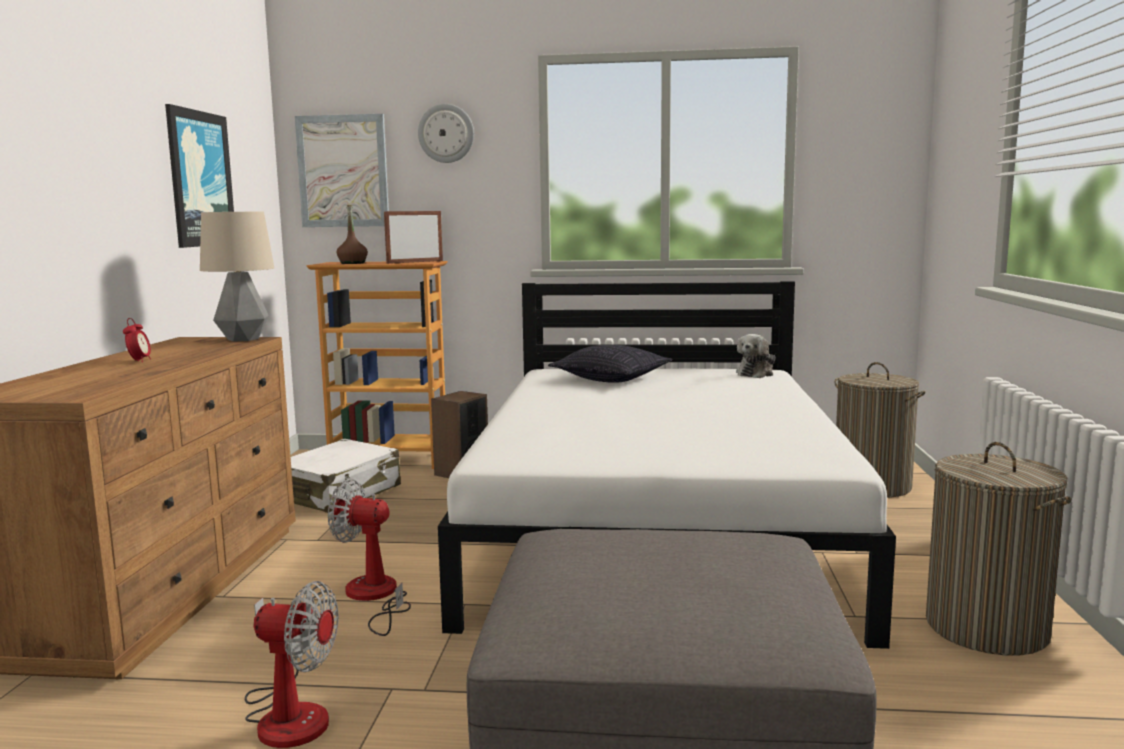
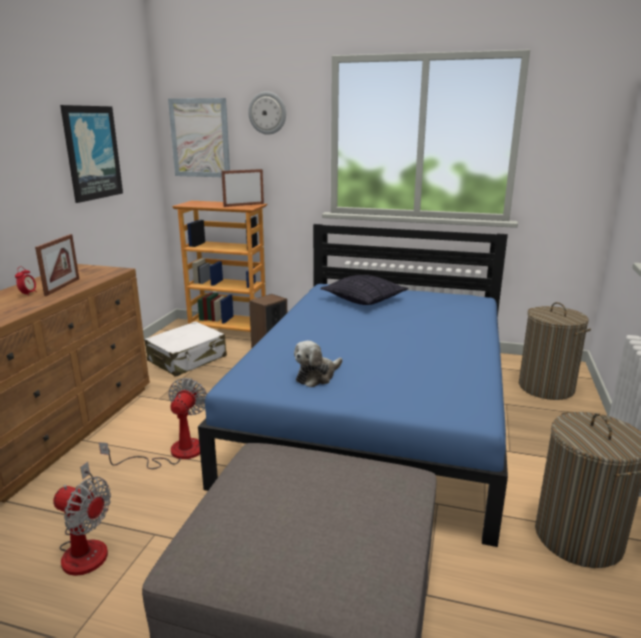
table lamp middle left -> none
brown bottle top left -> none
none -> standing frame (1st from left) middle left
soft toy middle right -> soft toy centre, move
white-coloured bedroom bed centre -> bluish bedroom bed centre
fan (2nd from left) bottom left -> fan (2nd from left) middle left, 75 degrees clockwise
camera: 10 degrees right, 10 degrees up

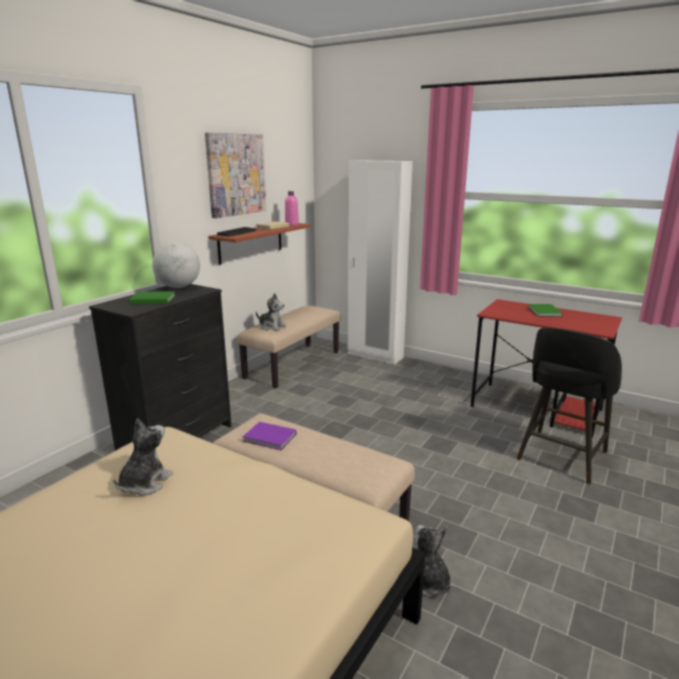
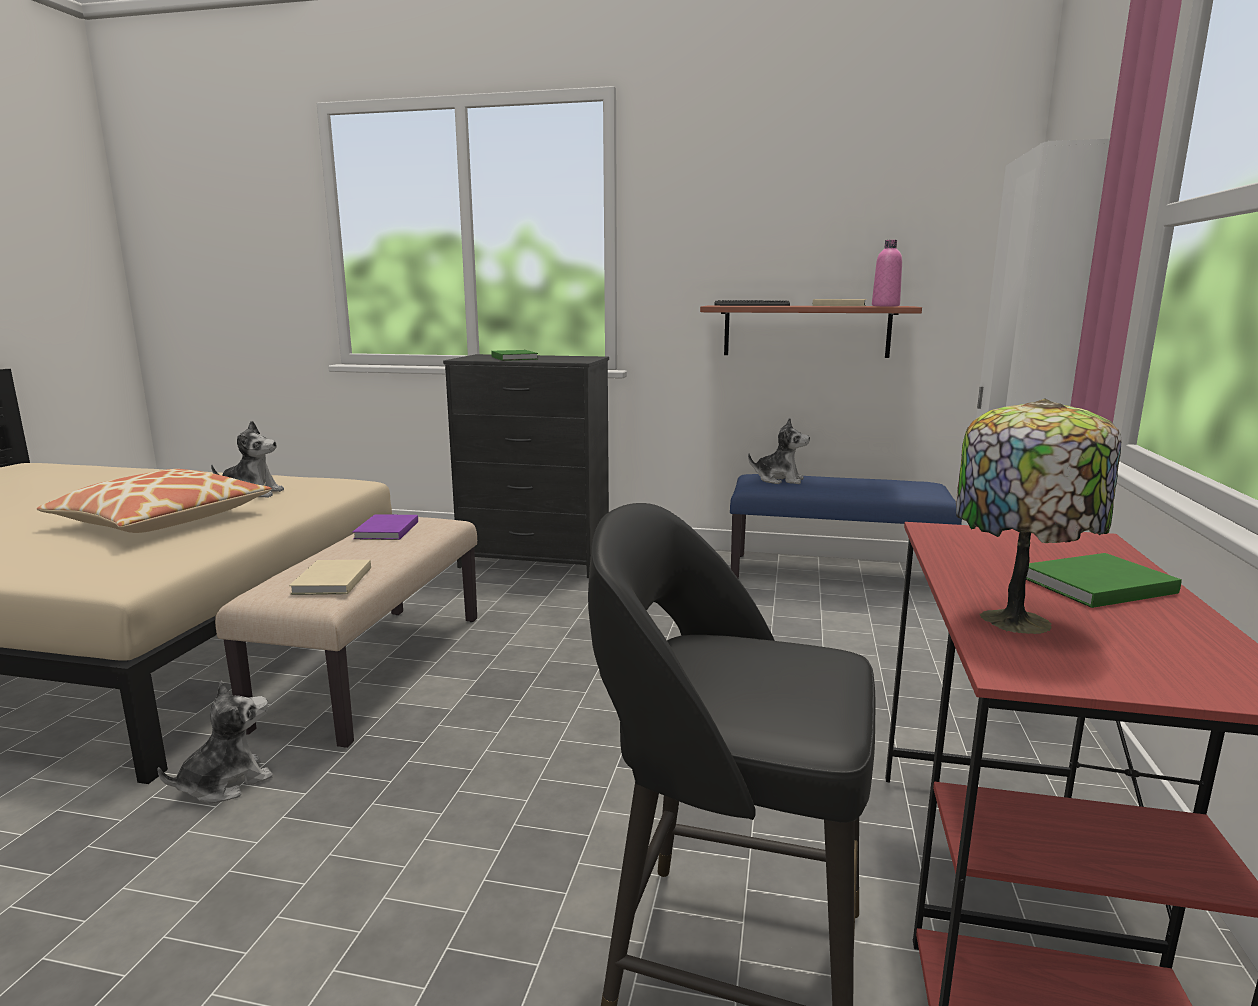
desk globe middle left -> none
wall picture top centre -> none
none -> pillow middle left
none -> sand-coloured volume (1st from left) middle left
none -> table lamp middle right
sand-coloured indoor bench (1st from left) centre -> bluish indoor bench middle right
soft toy (2nd from left in the first image) centre -> soft toy (3rd from left) centre, 75 degrees counterclockwise
camera: 70 degrees right, 5 degrees down

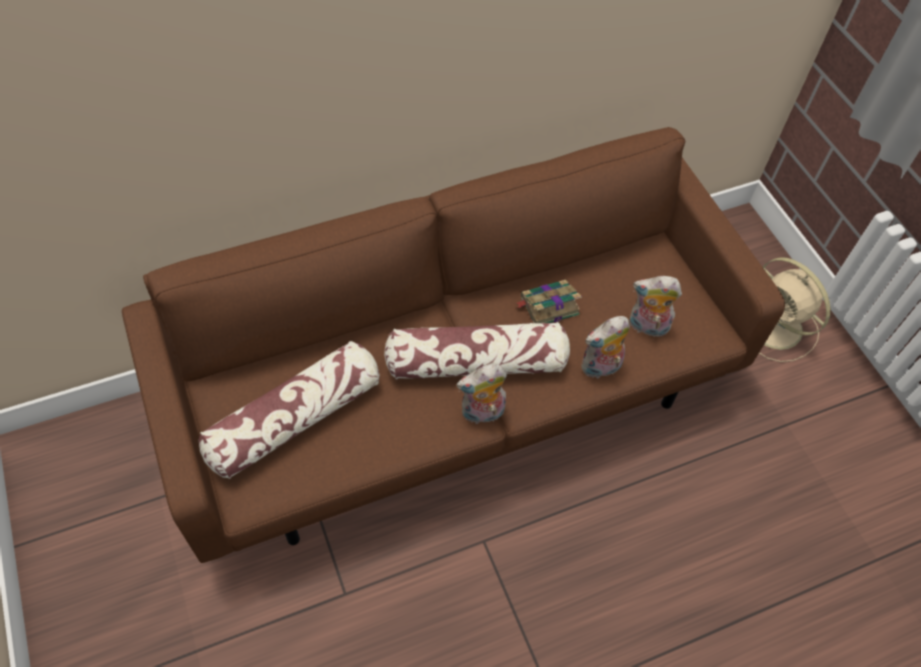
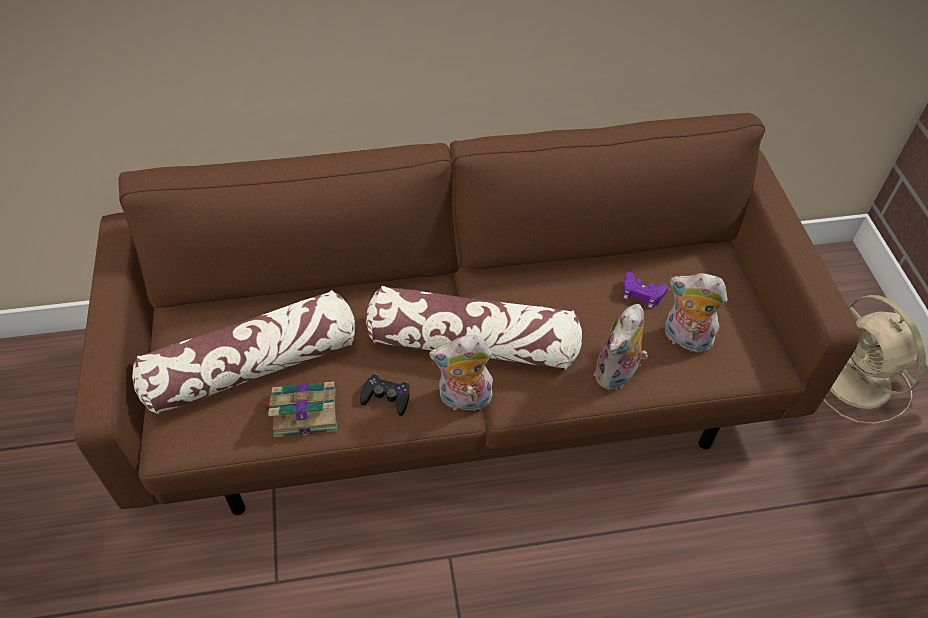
none -> black game controller centre
none -> purple game controller middle right
volume centre -> volume middle left, move
soft toy (2nd from left) centre -> soft toy (2nd from left) middle right, 45 degrees counterclockwise
camera: 15 degrees right, 5 degrees down

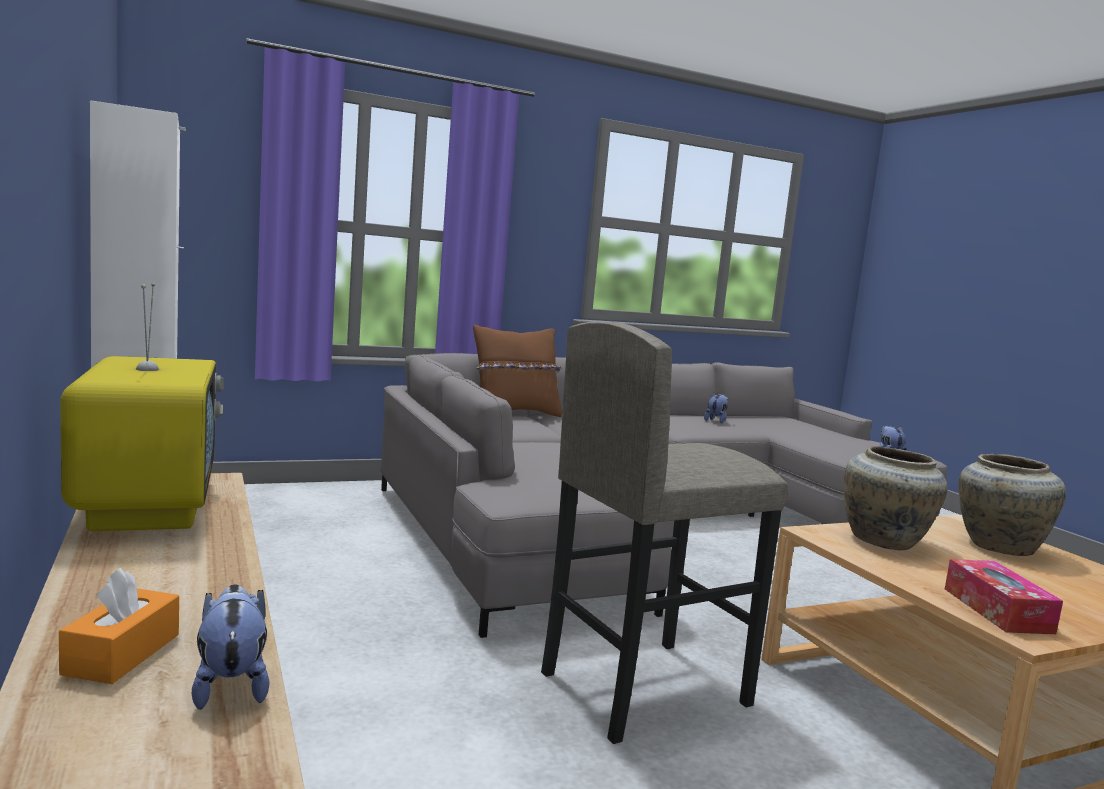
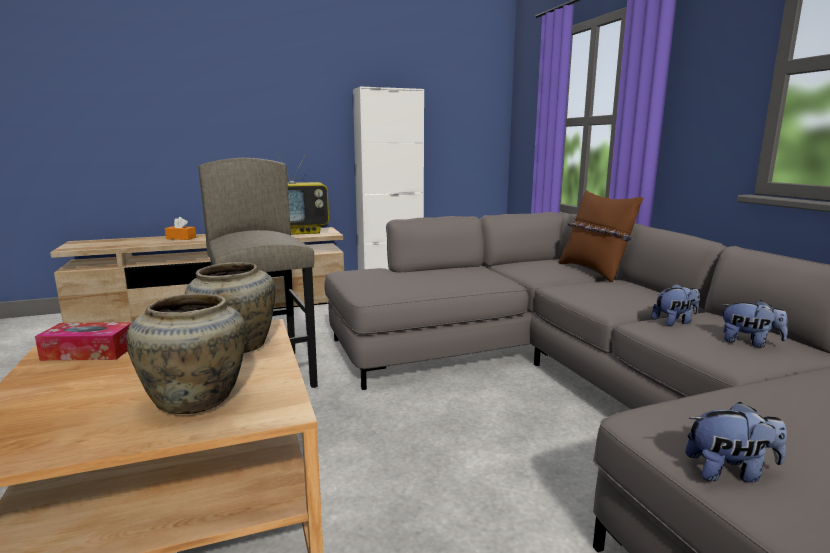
soft toy (1st from left) bottom left -> soft toy (1st from left) middle right, move
camera: 95 degrees right, 5 degrees up

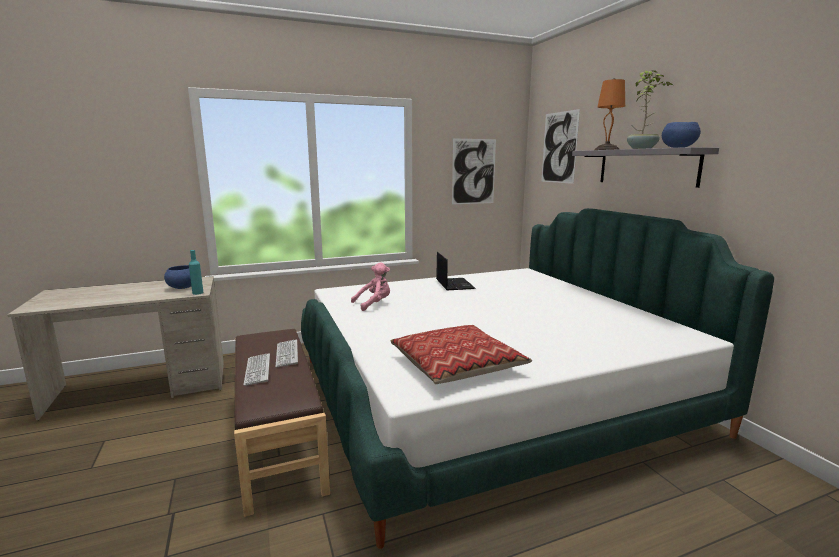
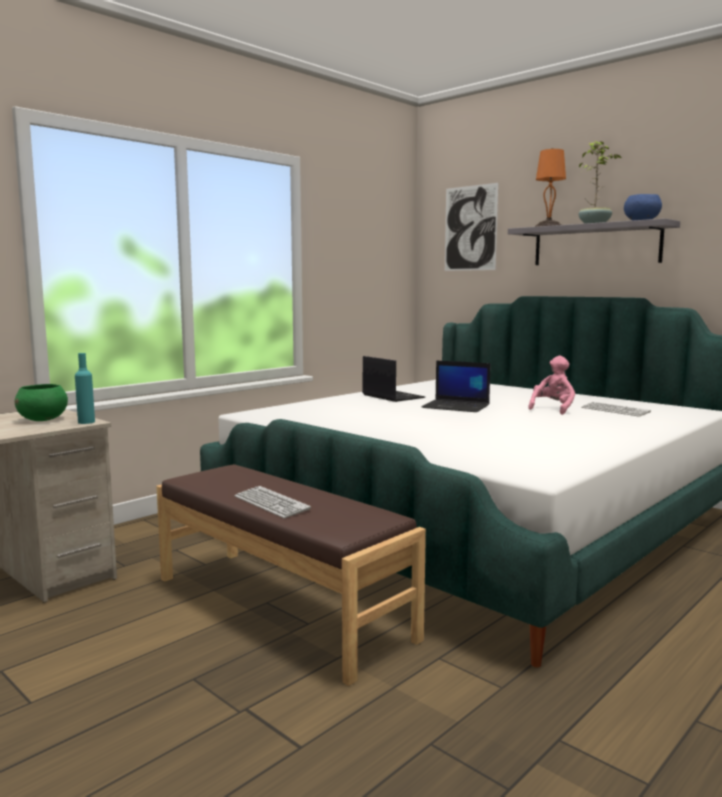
pillow centre -> none
wall picture (1st from left) top centre -> none
none -> portable computer (2nd from left) centre
PC keyboard (2nd from left) centre -> PC keyboard (2nd from left) middle right, move
pink soft toy centre -> pink soft toy middle right, move
bluish serving bowl (1st from left) middle left -> greenish serving bowl middle left
camera: 25 degrees left, 5 degrees down

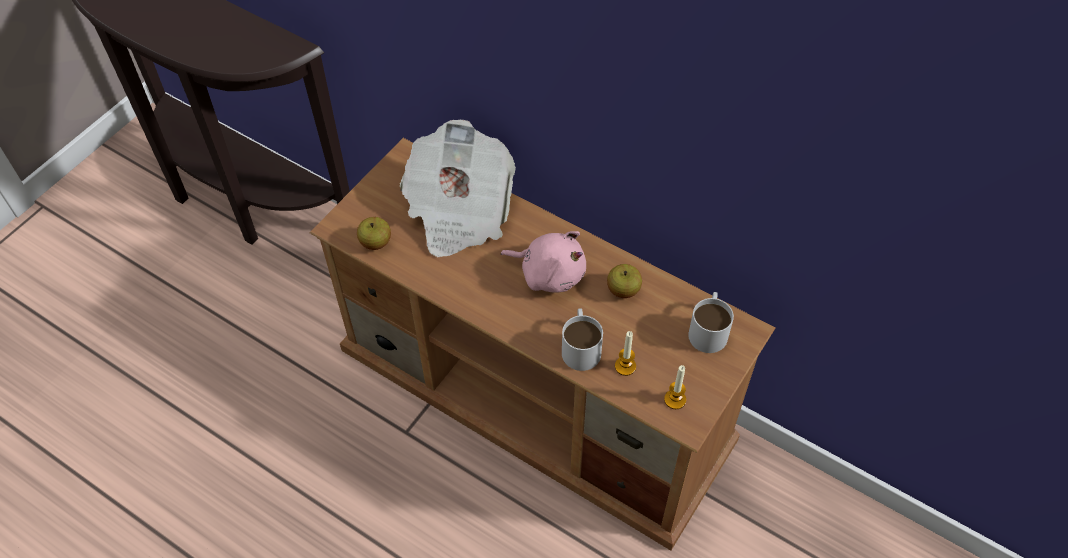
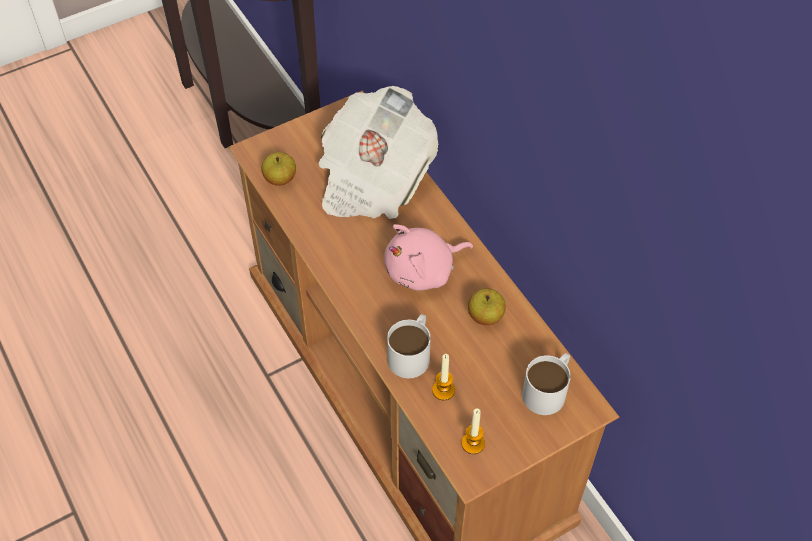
pink soft toy centre, 105 degrees clockwise
camera: 25 degrees right, 0 degrees up

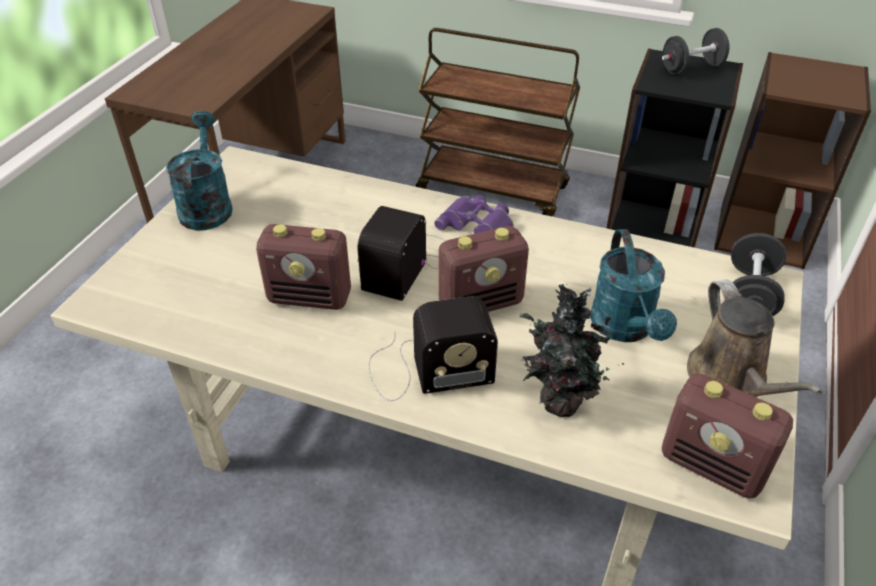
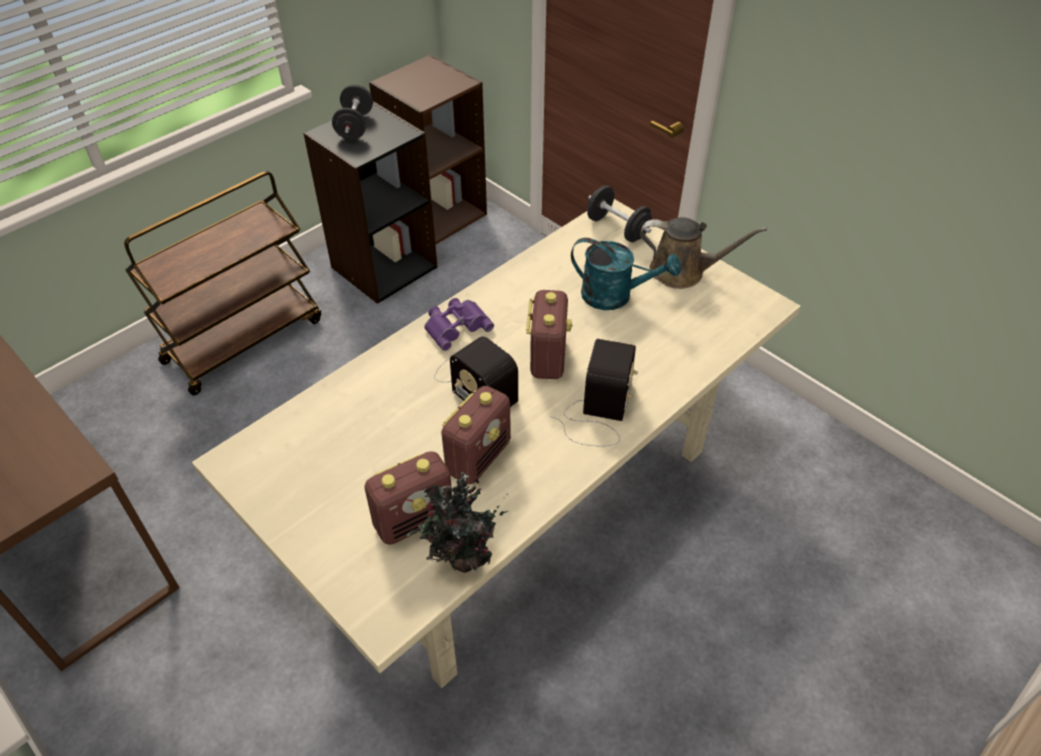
turquoise watering can (1st from left) top left -> none
potted plant centre -> potted plant bottom centre, move
radio set (5th from left in the first image) bottom right -> radio set (1st from left) centre, move
camera: 65 degrees left, 5 degrees up

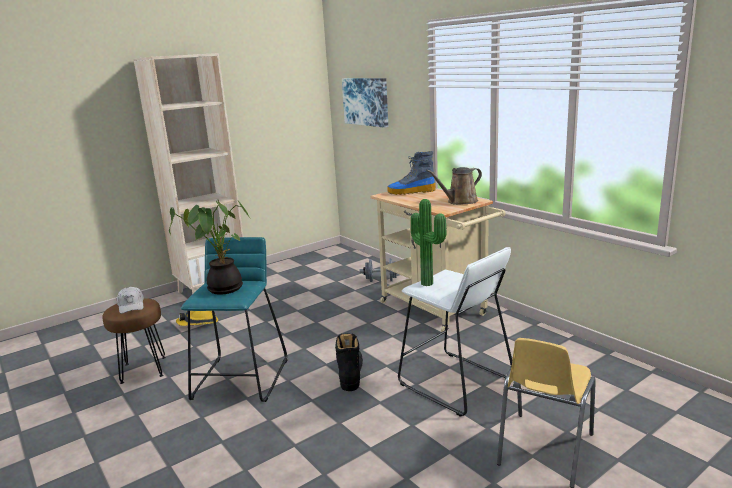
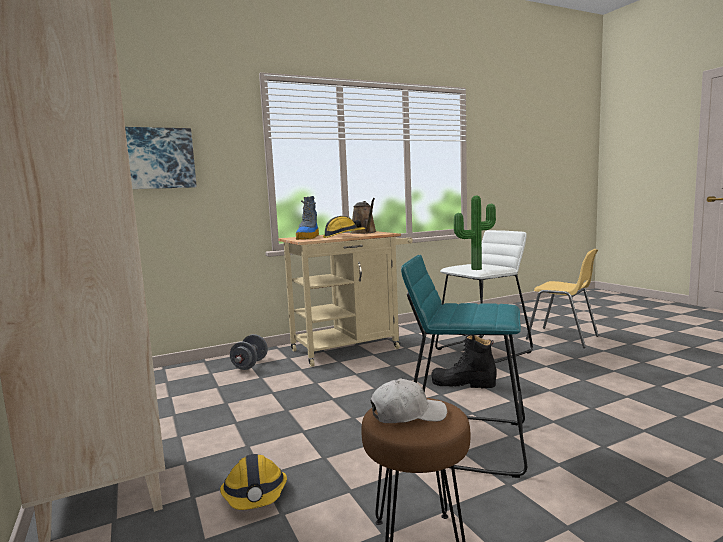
potted plant (1st from left) middle left -> none
none -> safety helmet (2nd from left) centre
camera: 80 degrees left, 10 degrees down

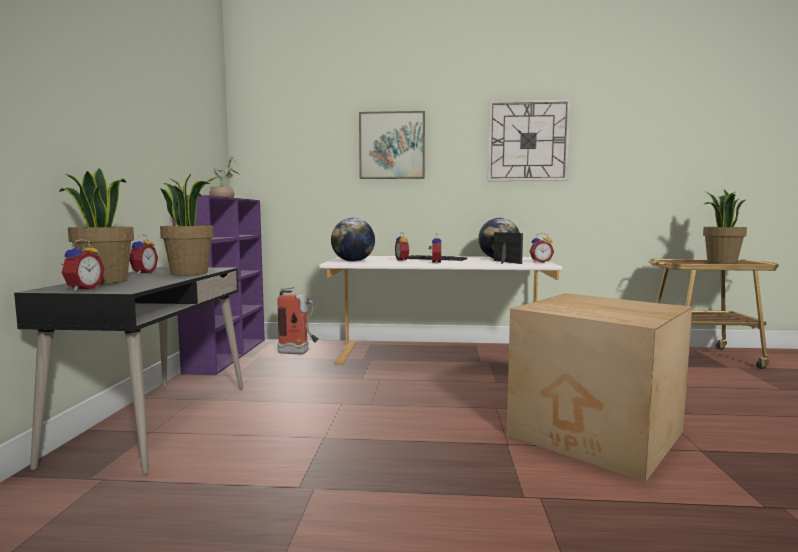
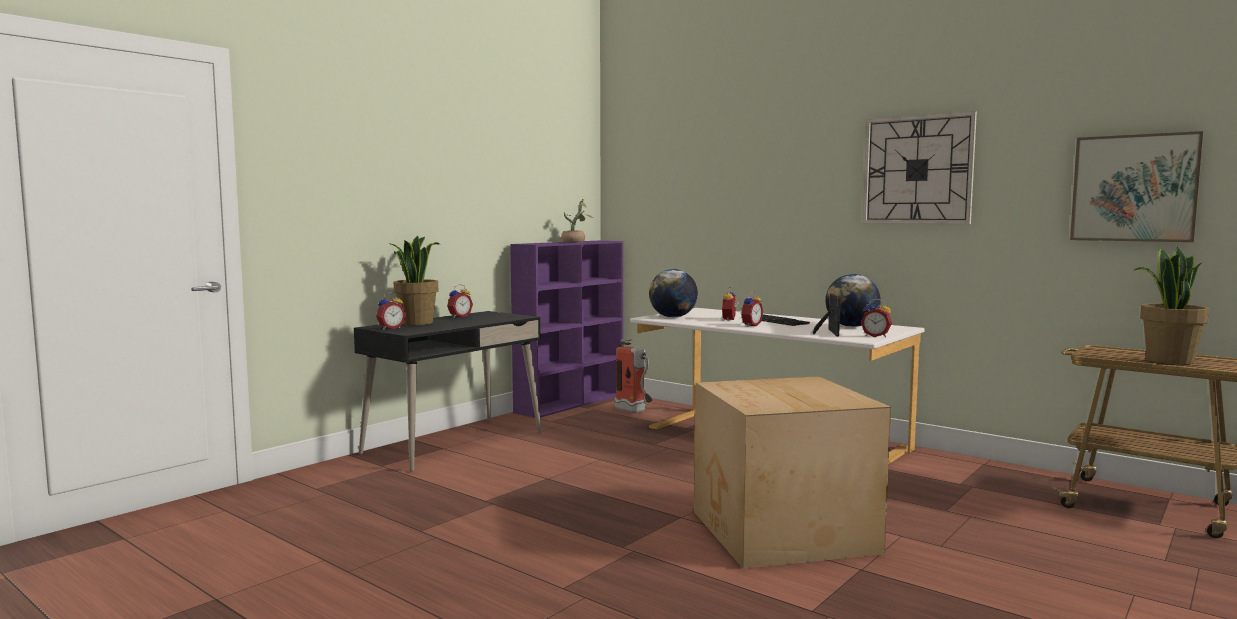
potted plant (2nd from left) middle left -> none
wall picture top centre -> wall picture top right, move
camera: 35 degrees right, 0 degrees up

